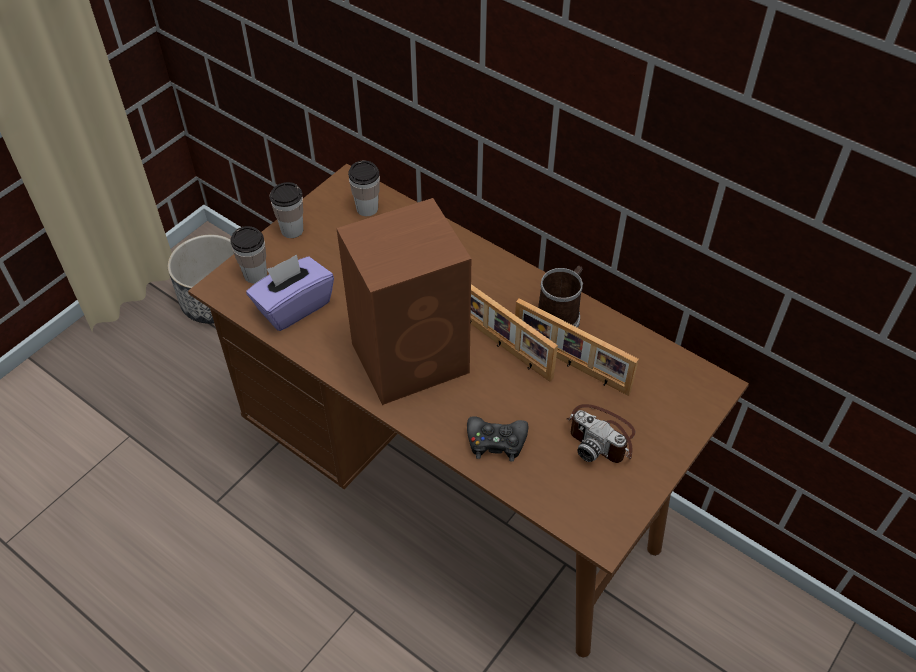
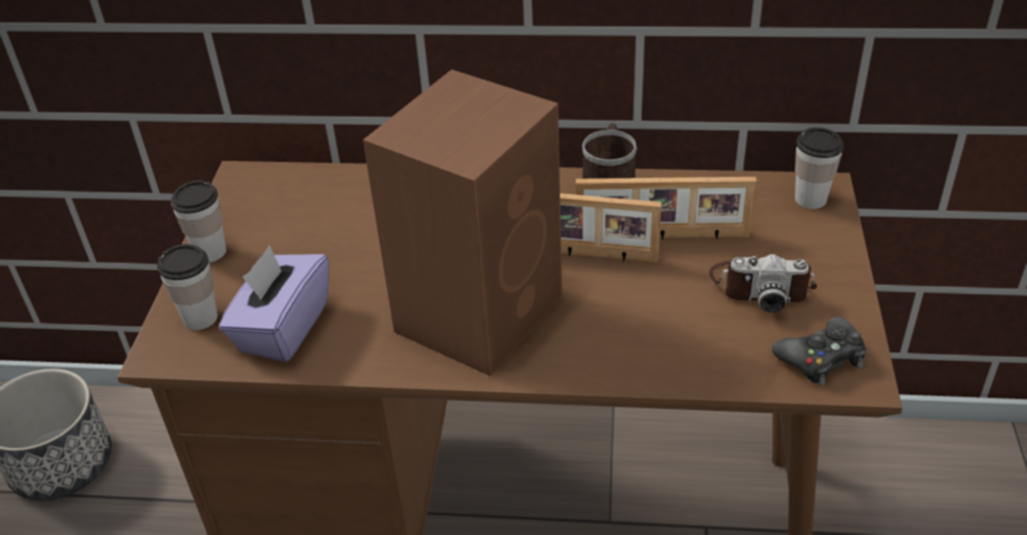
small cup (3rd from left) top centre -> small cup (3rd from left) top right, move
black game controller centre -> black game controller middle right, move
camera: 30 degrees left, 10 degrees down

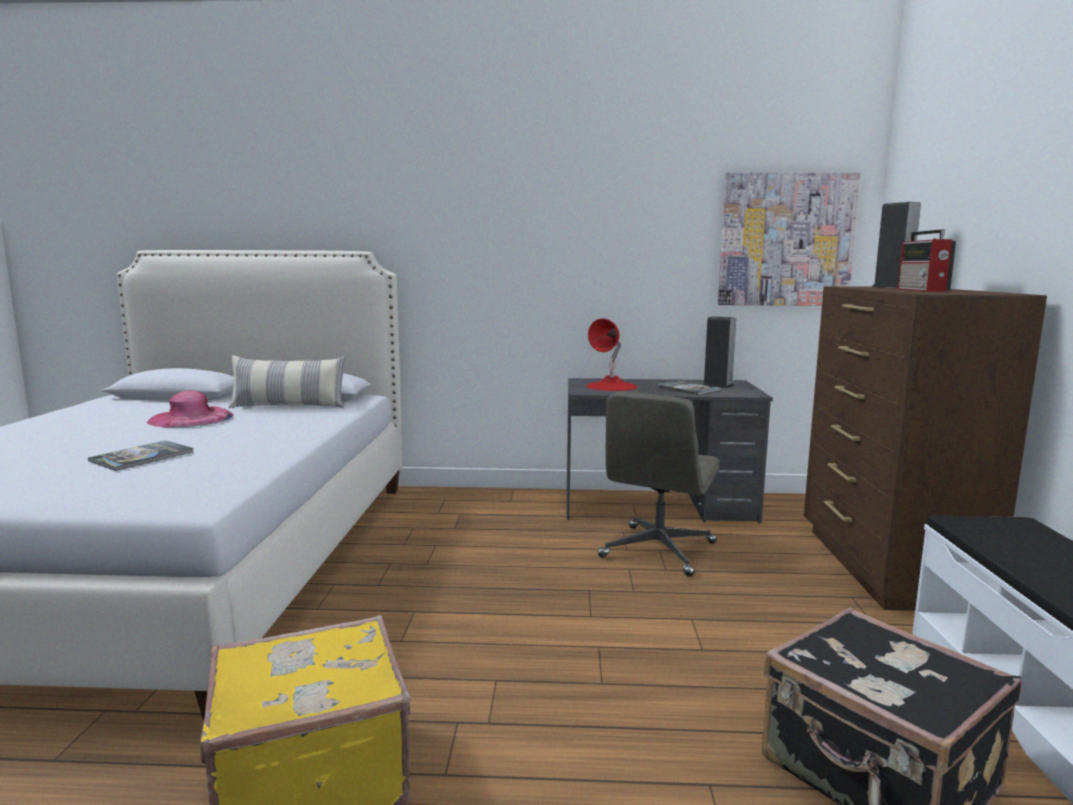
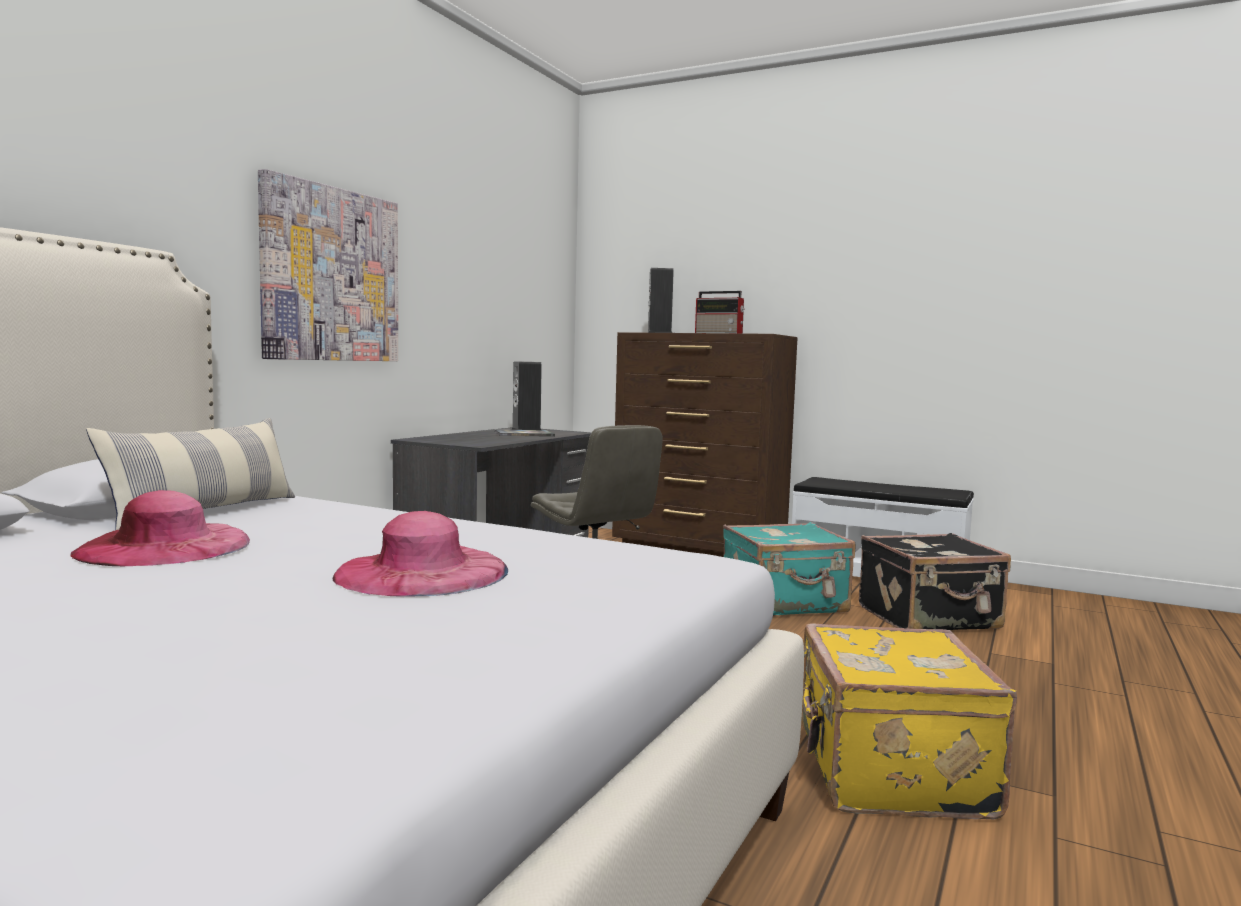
red-coloured table lamp centre -> none
none -> turquoise piece of luggage centre
wall picture top right -> wall picture top left, move
volume (1st from left) middle left -> pink hat (2nd from left) centre
camera: 65 degrees left, 5 degrees down

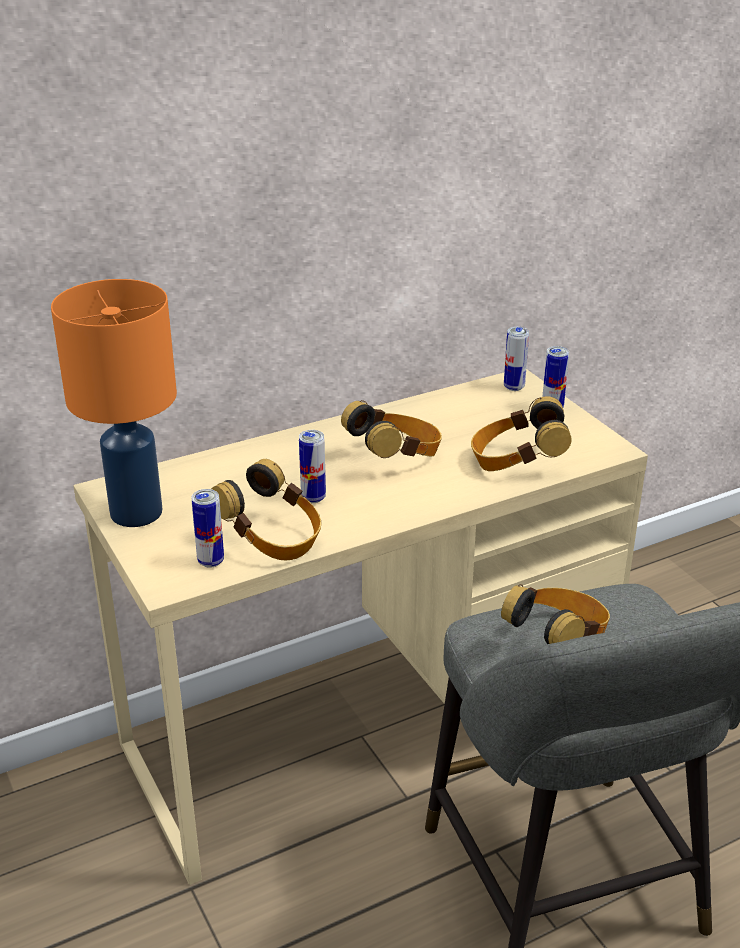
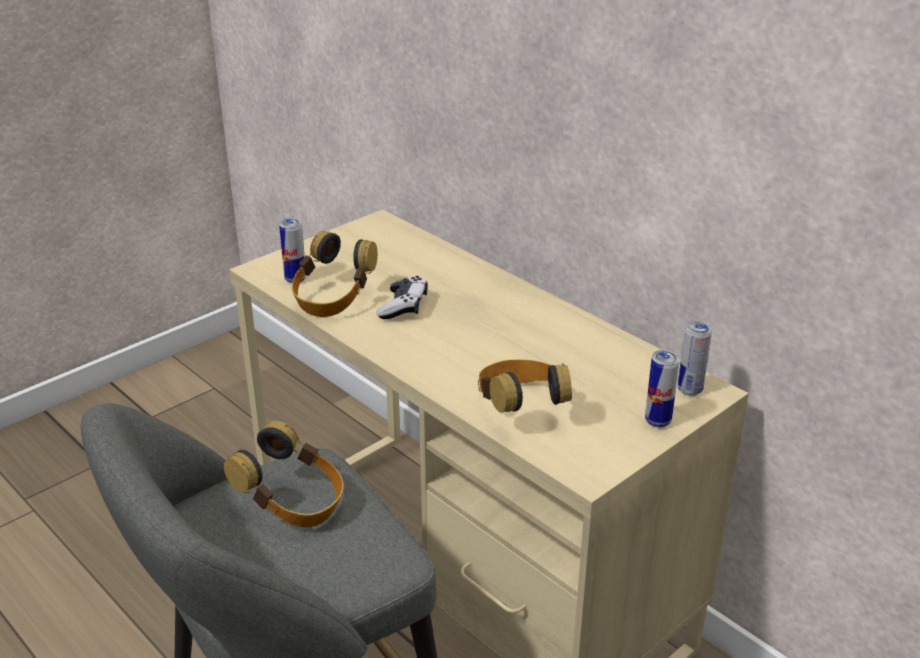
orange table lamp middle left -> none
headset (2nd from left) centre -> none
can (2nd from left) centre -> game controller centre
camera: 75 degrees right, 0 degrees up

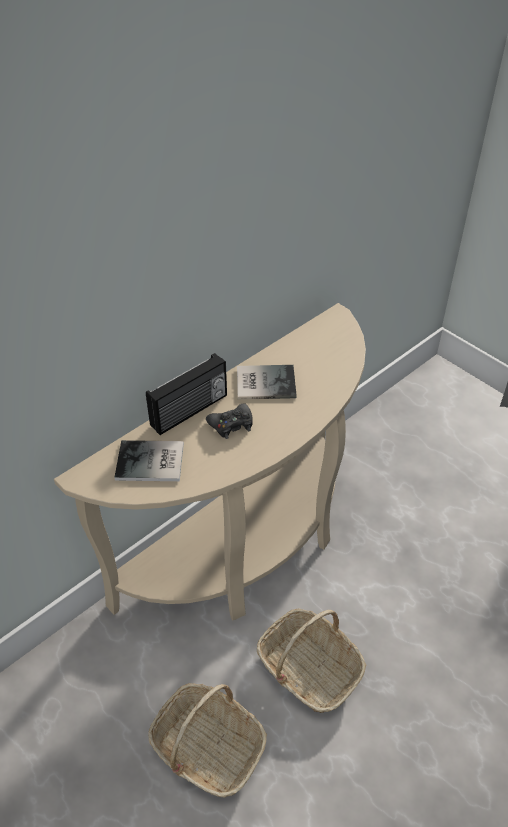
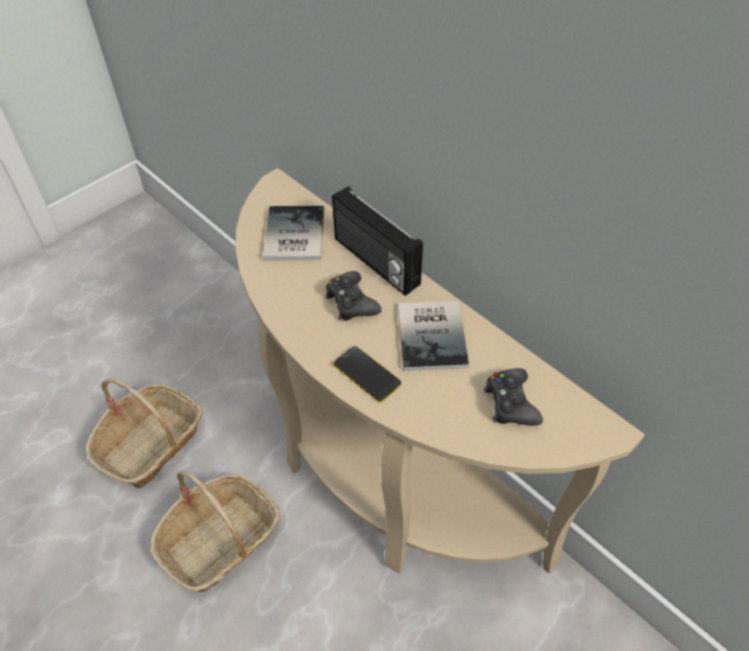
none -> handset centre
none -> black game controller (2nd from left) middle right
camera: 90 degrees right, 5 degrees up

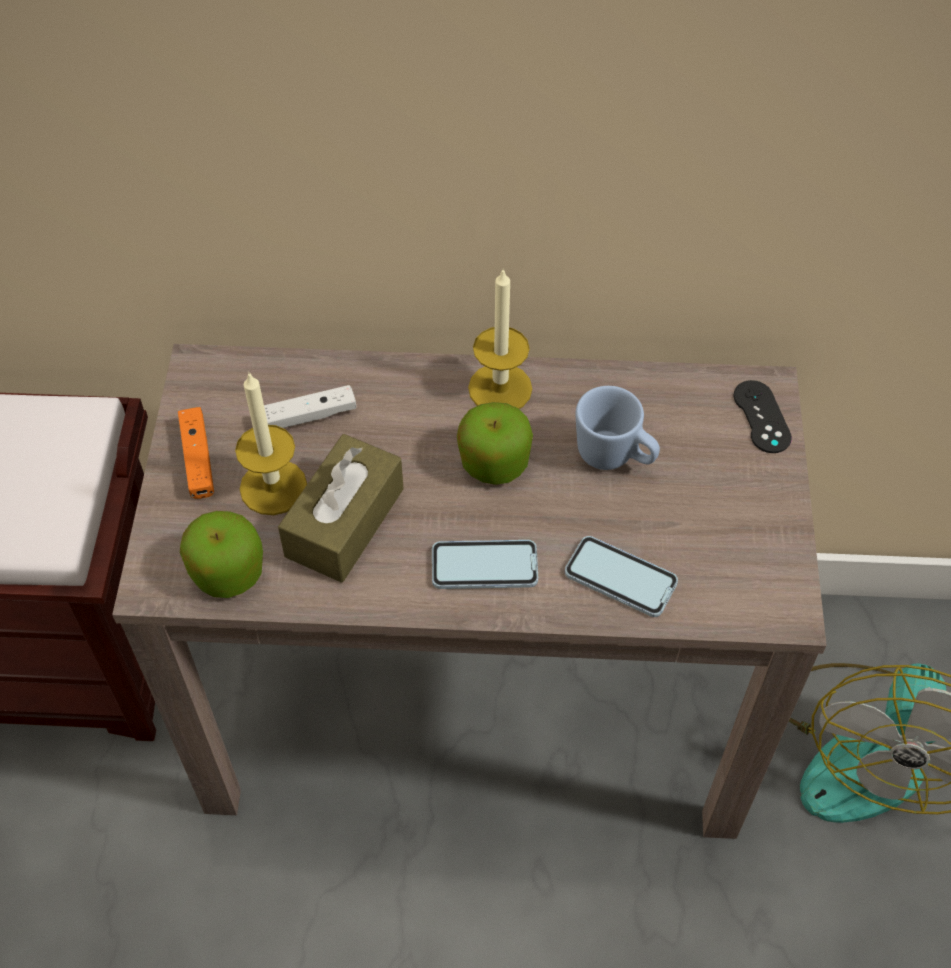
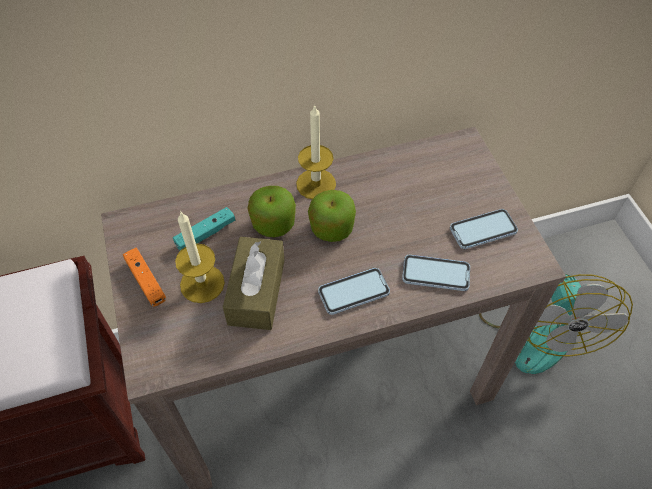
bluish mug centre -> none
black game controller middle right -> none
none -> handset (3rd from left) middle right
apple fruit (1st from left) middle left -> apple fruit (1st from left) centre, move
white-coloured game controller middle left -> turquoise game controller middle left
camera: 20 degrees left, 0 degrees up

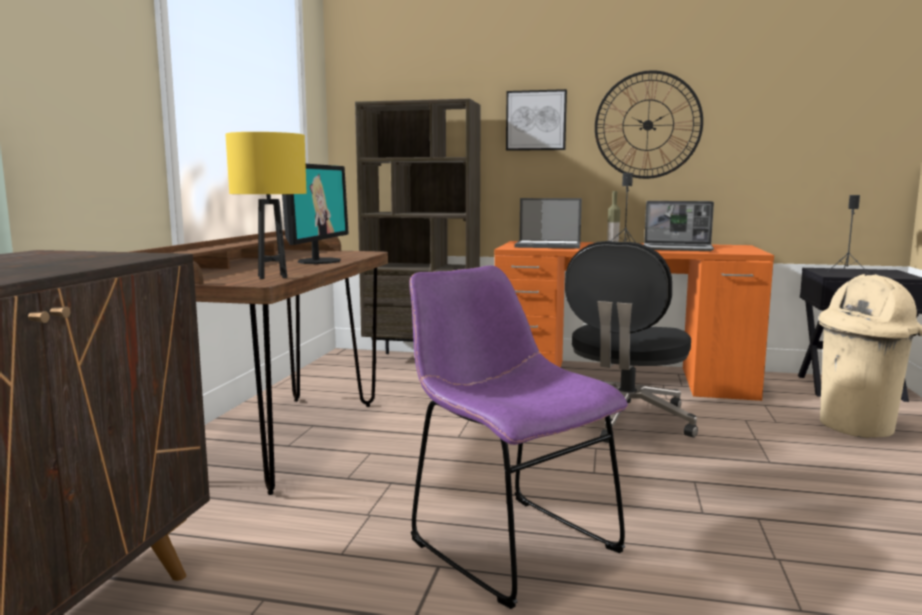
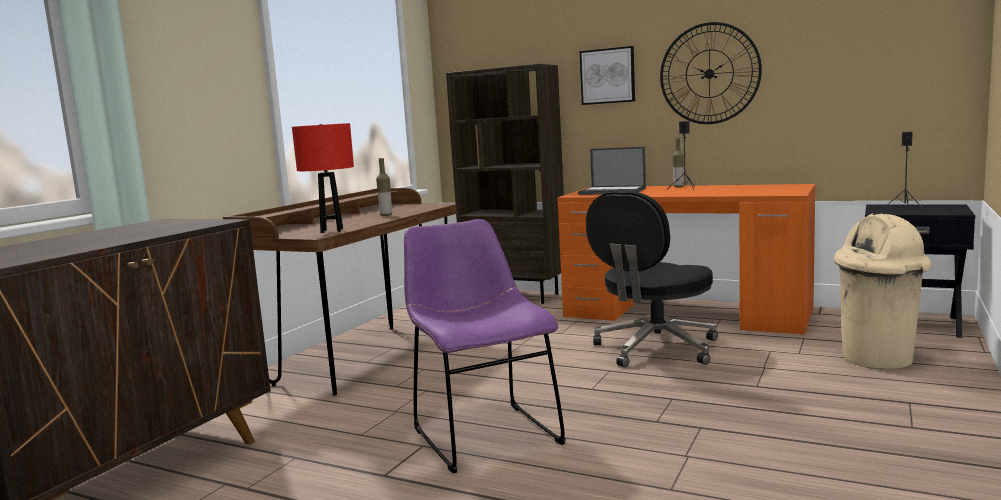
portable computer (2nd from left) middle right -> none
computer screen centre -> bottle (1st from left) centre
yellow table lamp middle left -> red-coloured table lamp middle left
camera: 15 degrees right, 0 degrees up

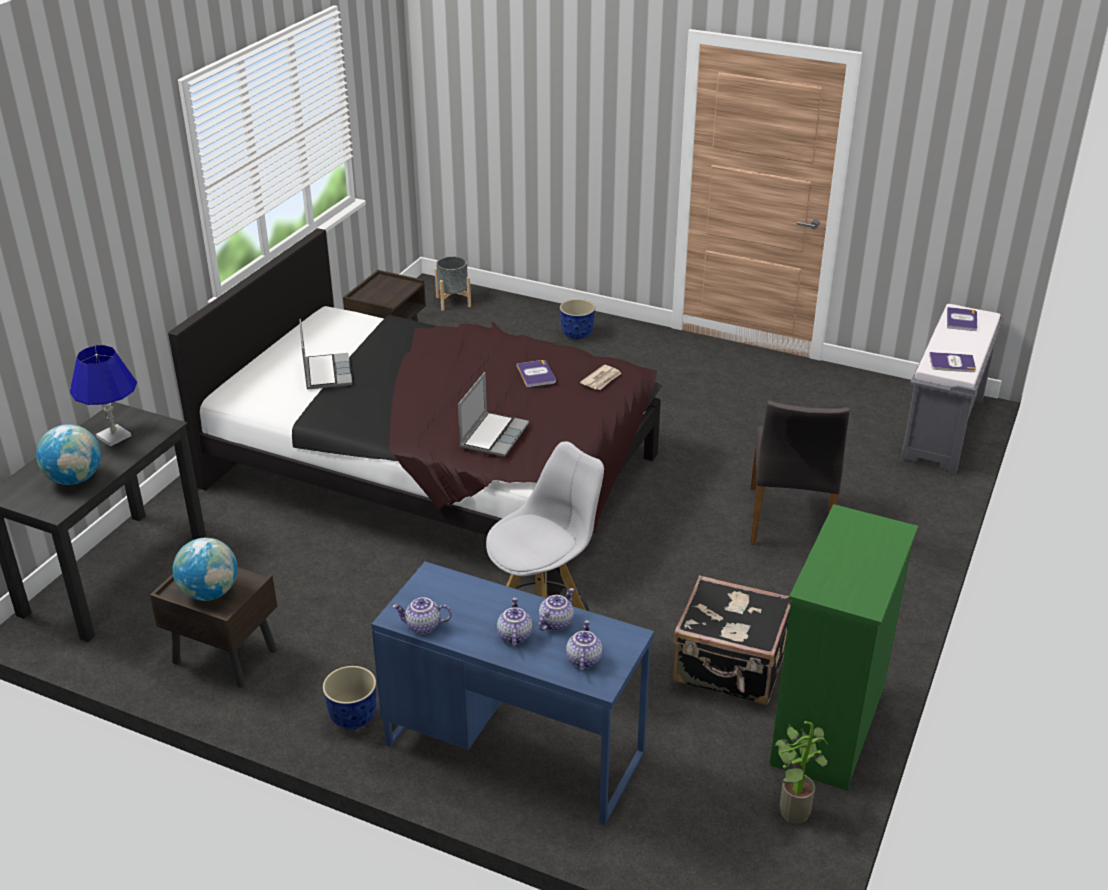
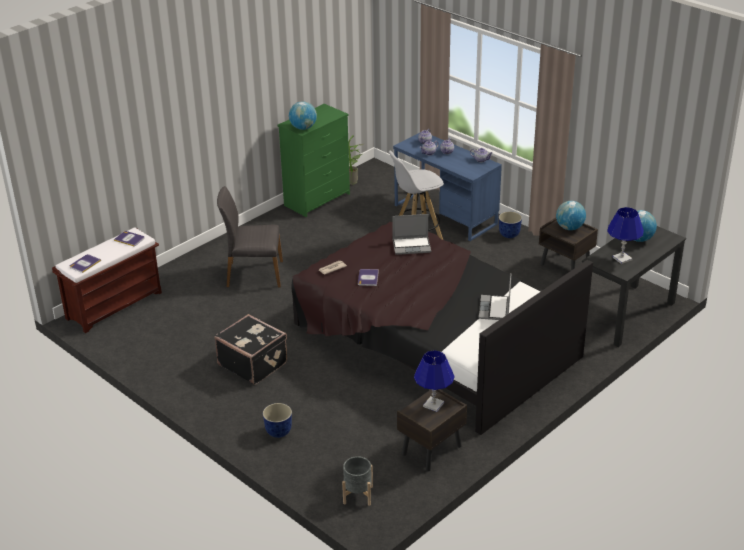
none -> desk globe (1st from left) top centre
none -> bluish table lamp (1st from left) bottom centre
black piece of luggage bottom centre -> black piece of luggage centre, move
grey indoor bench middle right -> brown indoor bench middle left
portable computer (2nd from left in the first image) centre -> portable computer (1st from left) centre, 135 degrees counterclockwise
grey upright chair middle right -> grey upright chair centre, 120 degrees counterclockwise
camera: 160 degrees left, 0 degrees up

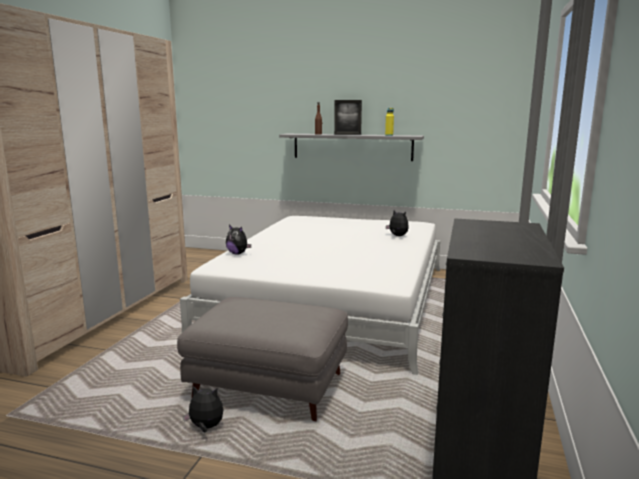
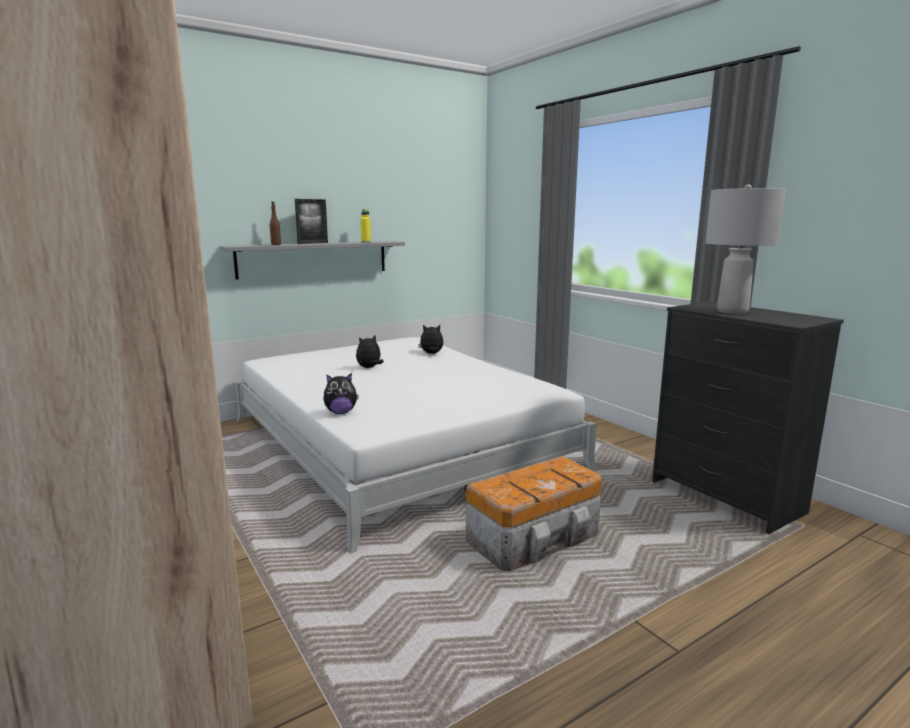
none -> grey table lamp middle right
soft toy (1st from left in the first image) bottom left -> soft toy (2nd from left) centre, move
grey ottoman bottom centre -> storage container bottom centre
camera: 50 degrees left, 0 degrees up

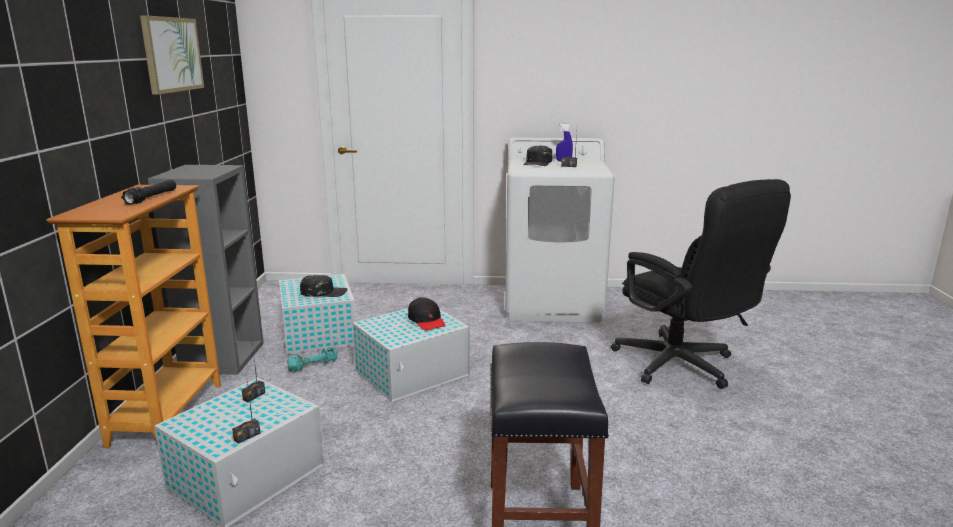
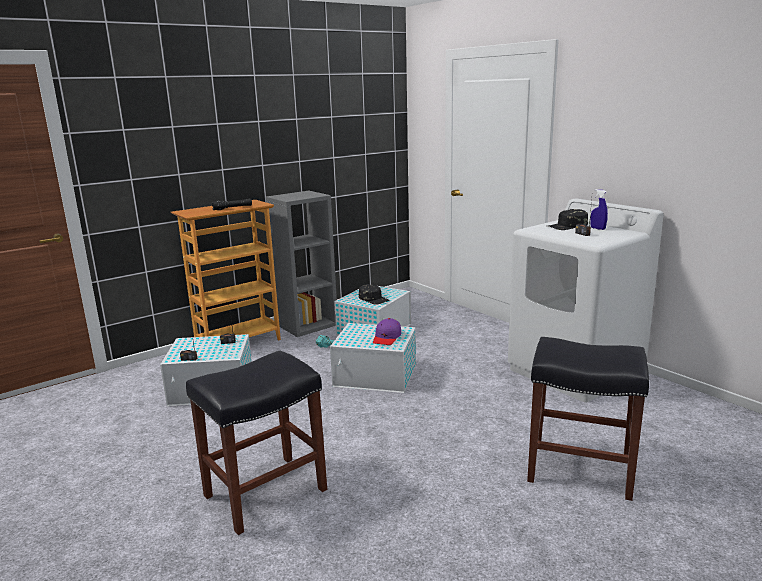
wall picture top left -> none
black desk chair middle right -> black sitting stool (2nd from left) bottom right
black cap (2nd from left) centre -> purple cap centre
camera: 50 degrees right, 0 degrees up

